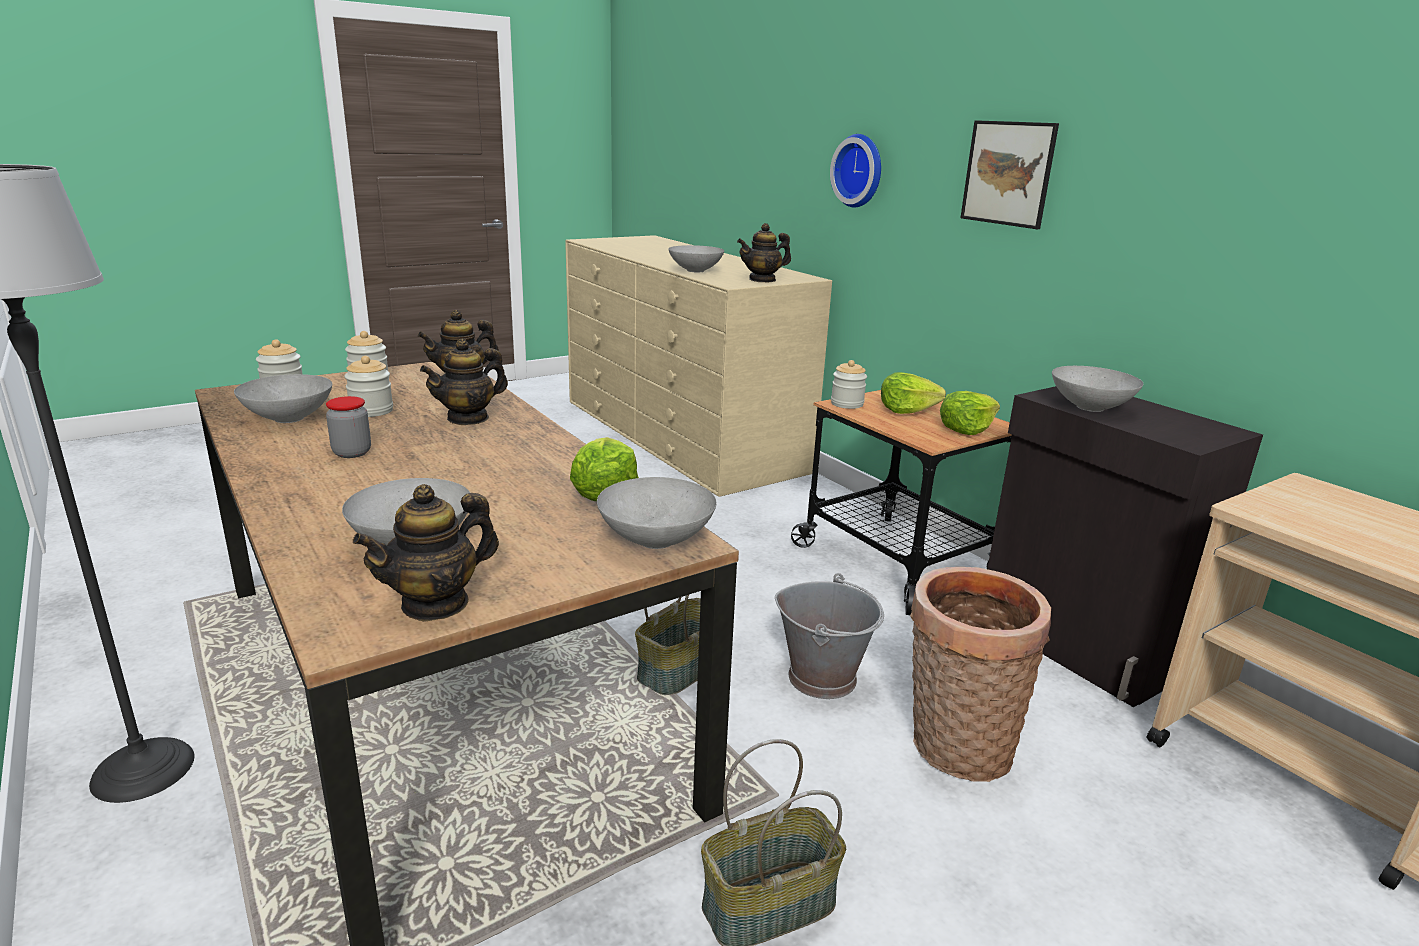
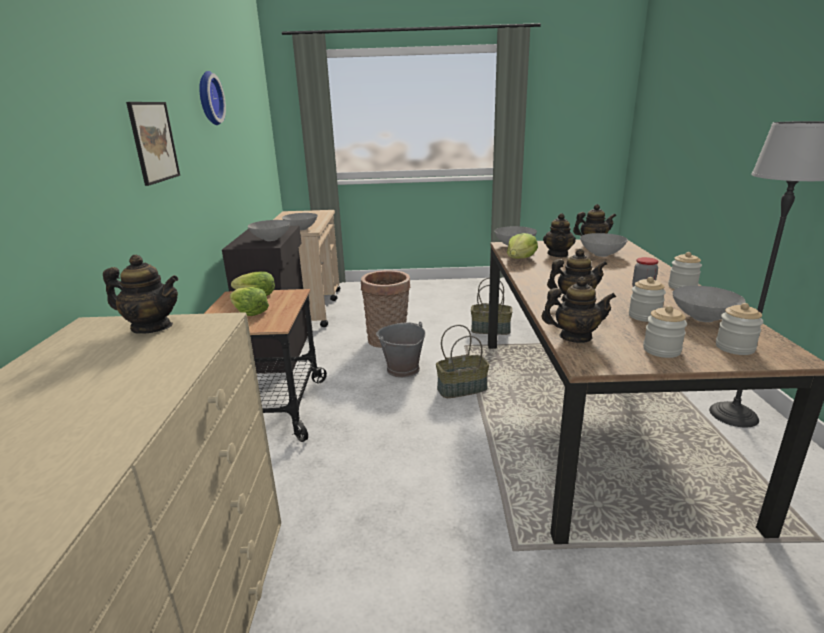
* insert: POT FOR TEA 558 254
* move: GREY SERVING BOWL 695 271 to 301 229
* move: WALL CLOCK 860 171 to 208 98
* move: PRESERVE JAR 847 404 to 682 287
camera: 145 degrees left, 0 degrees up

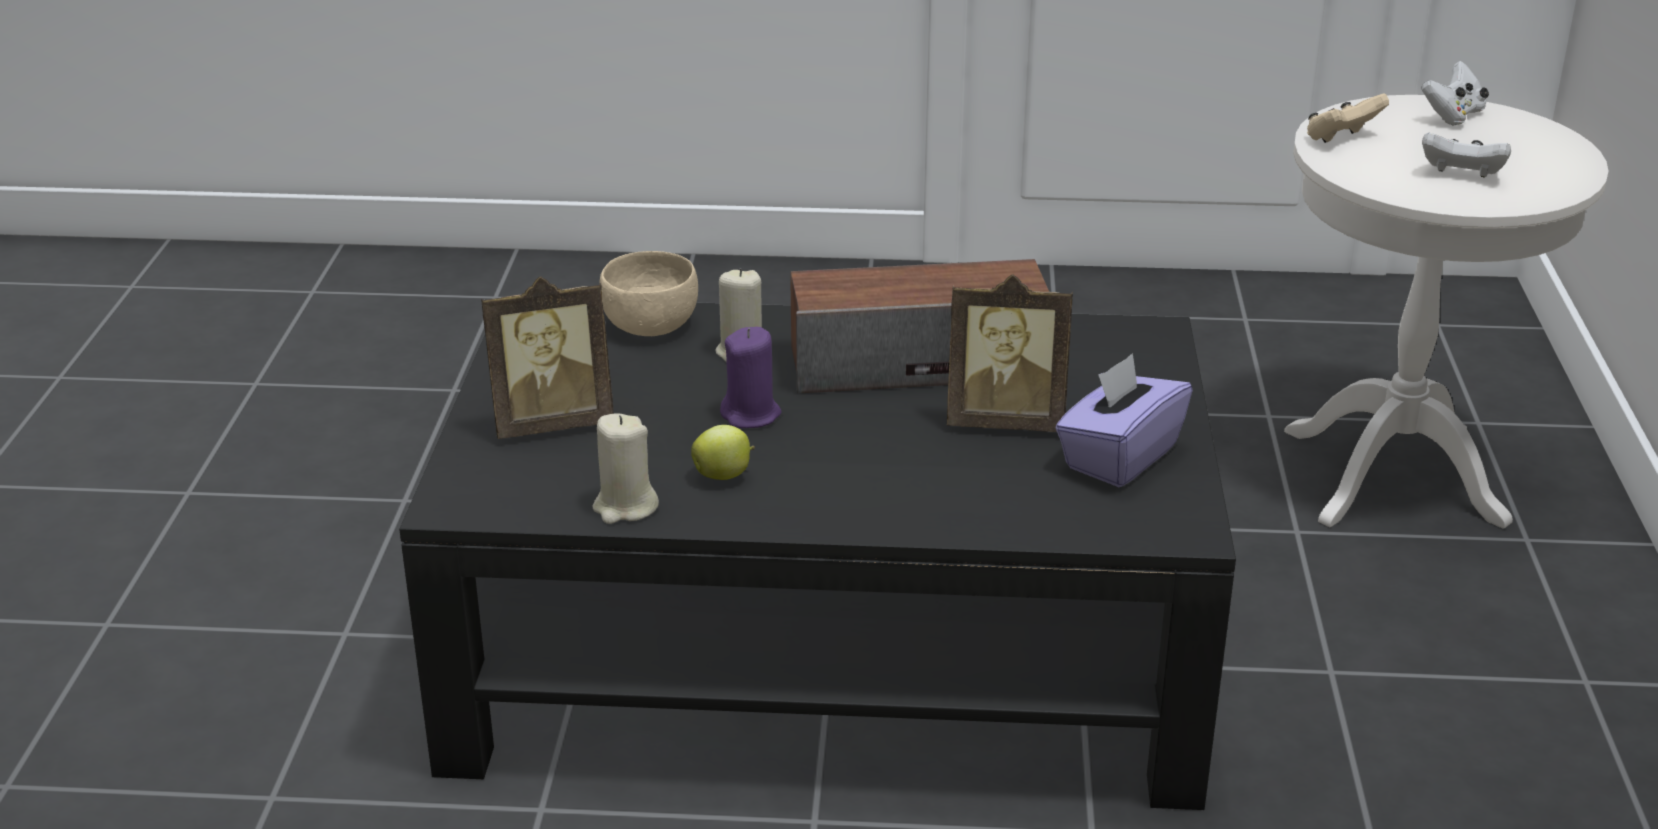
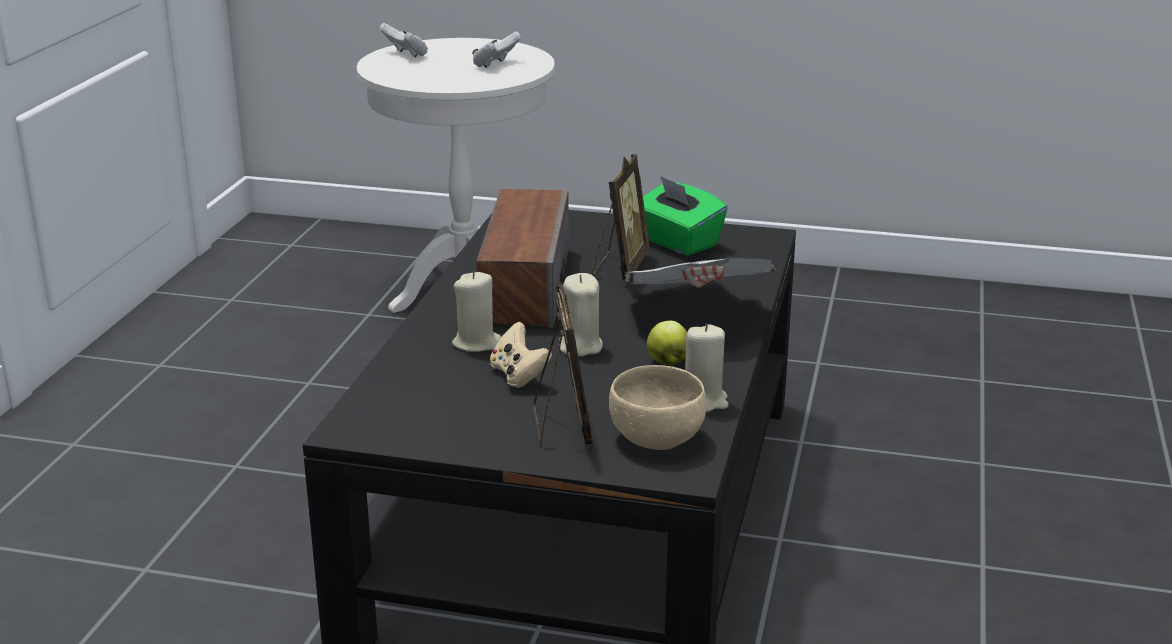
* insert: DAILY PAPER 696 311
* move: BEIGE SERVING BOWL 650 326 to 657 438
* move: BEIGE JOYPAD 1341 139 to 518 376
* recolor: PURPLISH WAX CANDLE 751 415 to BEIGE WAX CANDLE 580 346
* recolor: PURPLISH TISSUE BOX 1119 457 to GREEN-COLOURED TISSUE BOX 676 242
camera: 80 degrees left, 5 degrees down

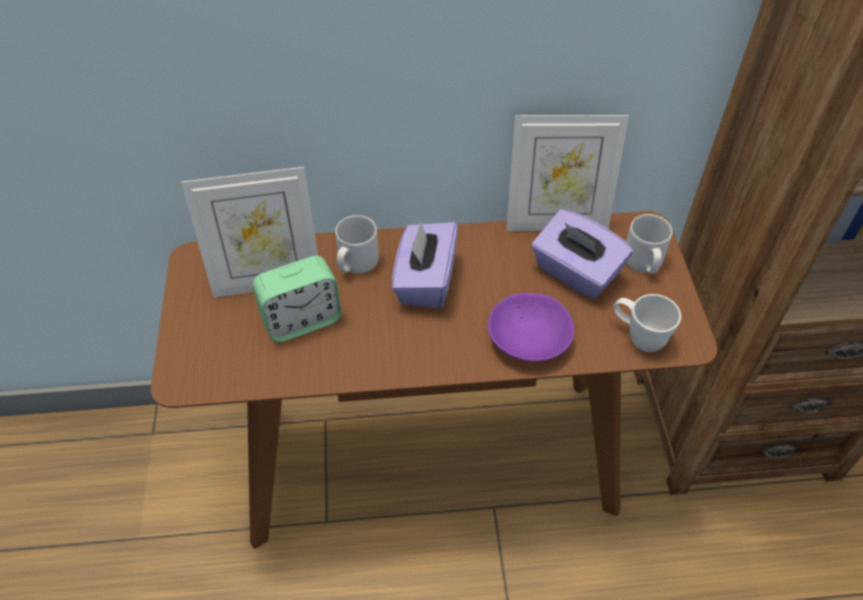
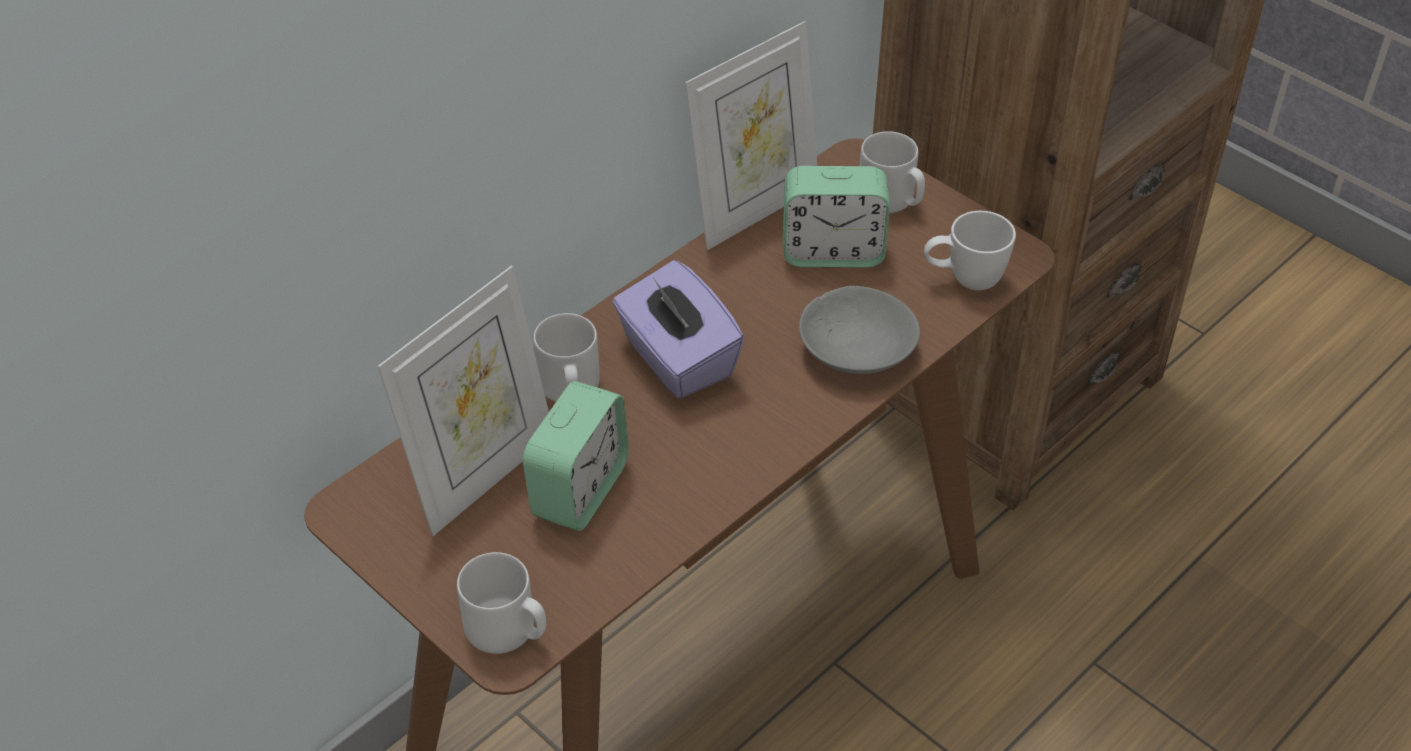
* insert: GREY TEA MUG 507 630
* replace: PURPLISH TISSUE BOX 575 273 to BEDSIDE CLOCK 832 252
* recolor: PURPLISH SERVING BOWL 529 337 to GREY SERVING BOWL 857 347
camera: 40 degrees left, 5 degrees down

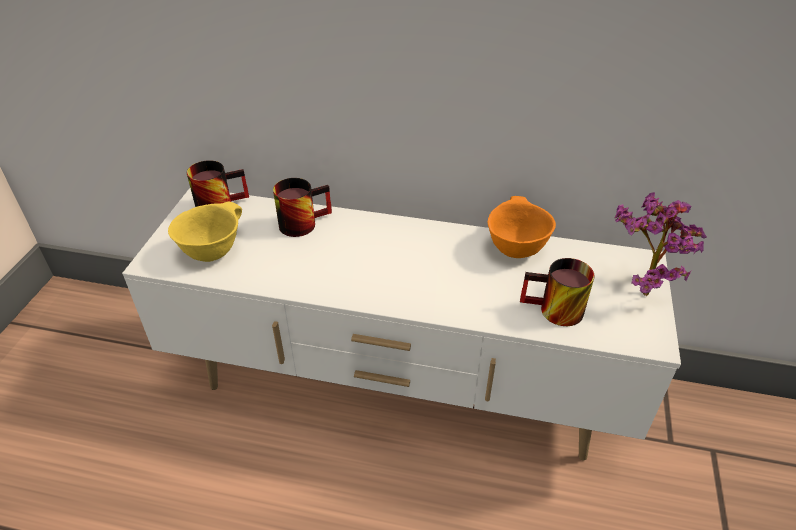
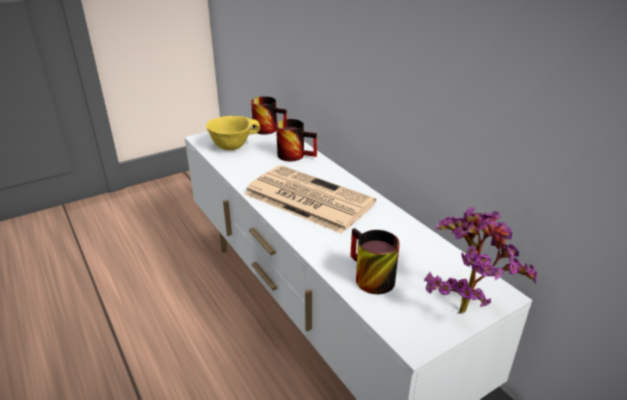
* delete: ORANGEY SERVING BOWL 515 248
* insert: DAILY PAPER 306 198
camera: 45 degrees right, 10 degrees down

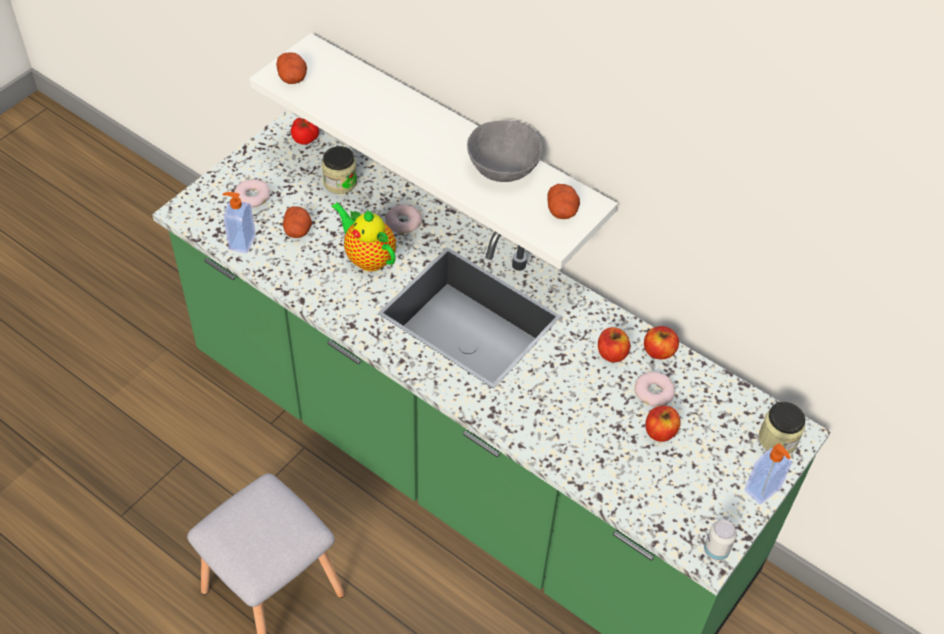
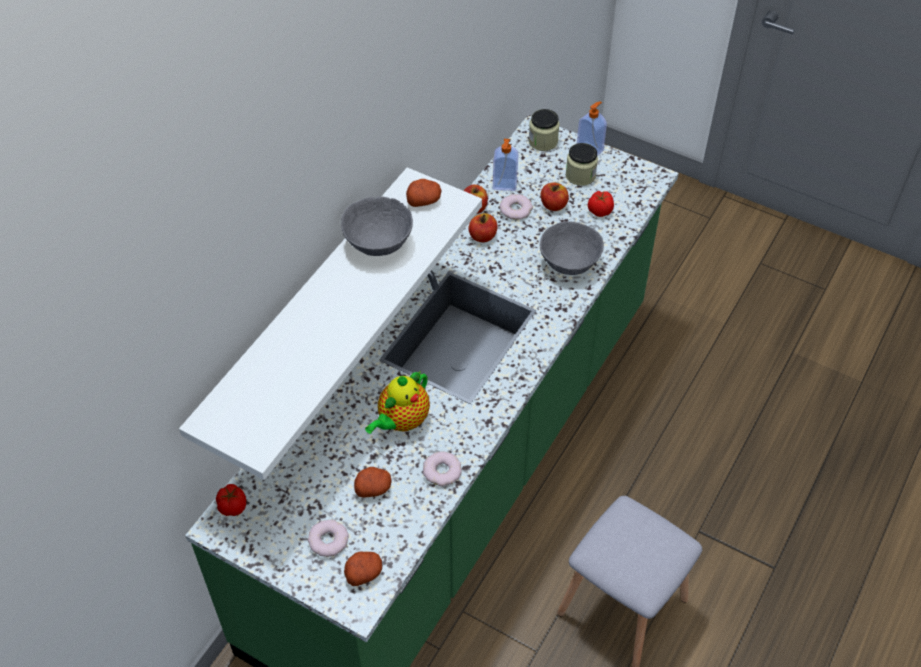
* delete: METAL CAN 716 550
* insert: GREY SERVING BOWL 569 263
* insert: TOMATO 599 211
* move: SOAP BOTTLE 241 242 to 504 185
* move: WHOLE POTATO 293 78 to 363 572
* move: PRESERVE JAR 340 182 to 580 175
* move: DOUGHNUT 403 222 to 442 471
camera: 95 degrees left, 0 degrees up

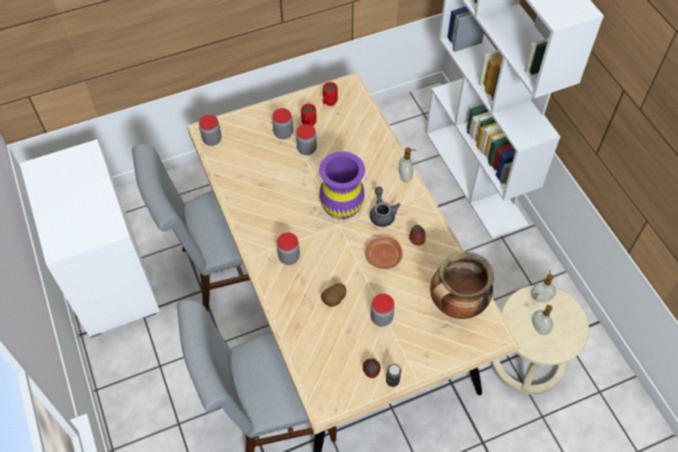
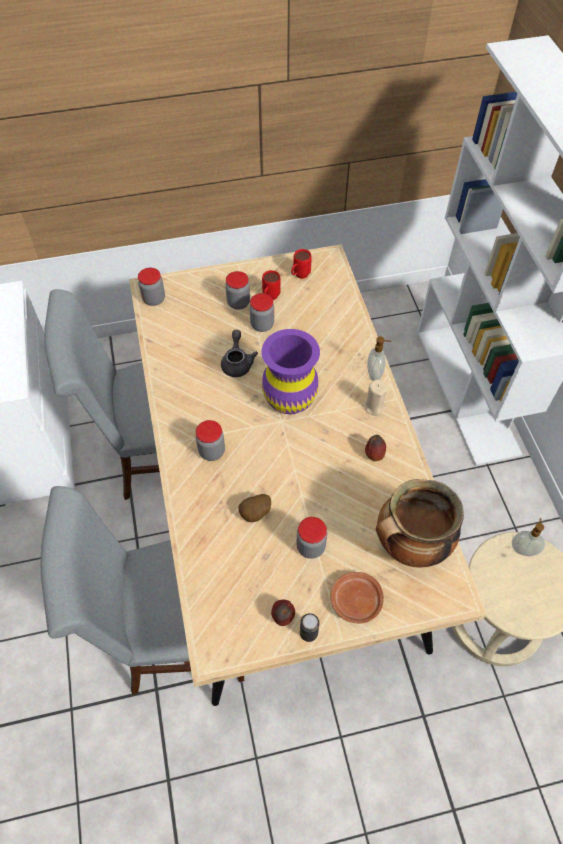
* delete: SOAP BOTTLE 538 328
* insert: BEIGE WAX CANDLE 373 406
* move: BROWN DINNER PLATE 383 257 to 355 601
* move: GREY POT FOR TEA 382 213 to 237 362
camera: 10 degrees right, 0 degrees up

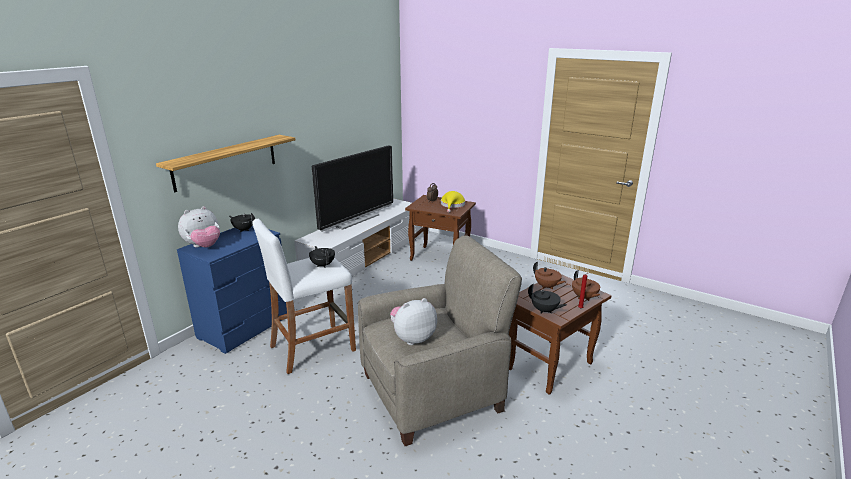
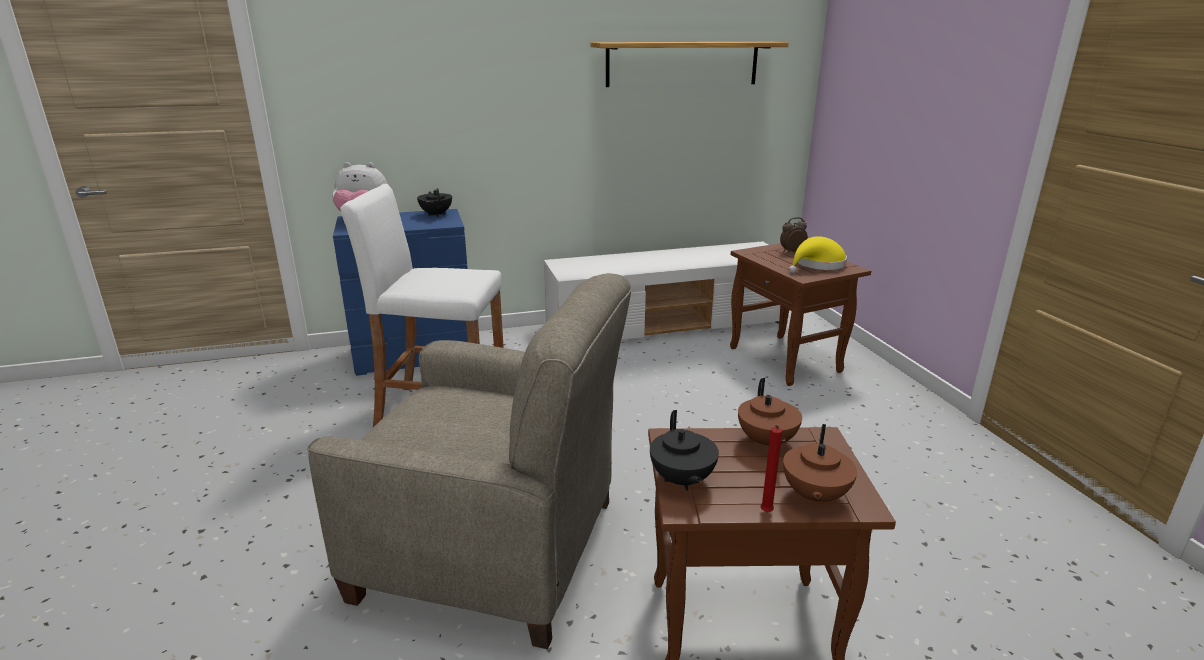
* delete: BLACK POT FOR TEA 323 265
* delete: TV SET 356 220
* delete: CUDDLY TOY 412 338
* move: WALL SHELF 226 162 to 683 64
camera: 40 degrees right, 0 degrees up

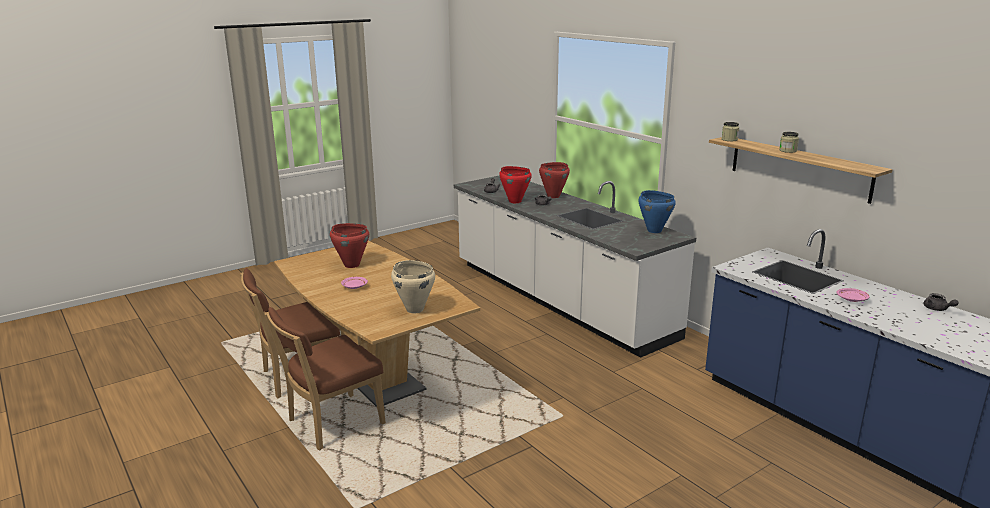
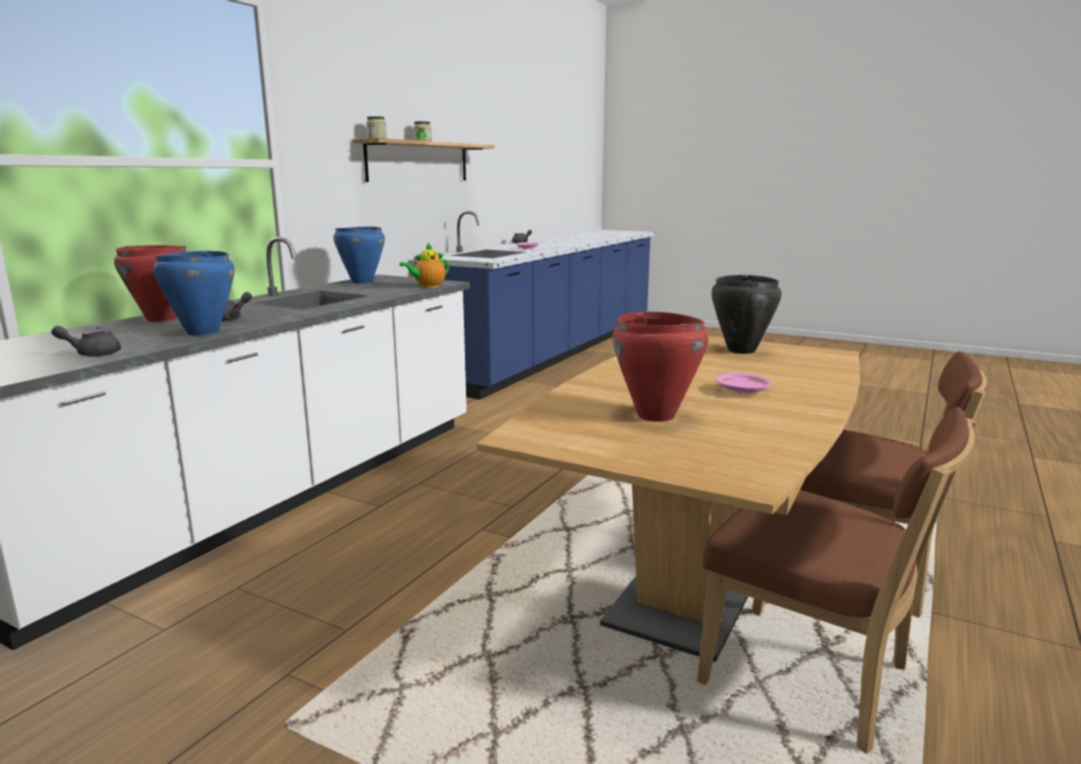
* insert: POT FOR TEA 428 286
* recolor: BEIGE SAUCEPOT 415 309 to BLACK SAUCEPOT 740 350
* recolor: RED-COLOURED SAUCEPOT 515 201 to BLUE SAUCEPOT 202 332
camera: 115 degrees left, 5 degrees down

